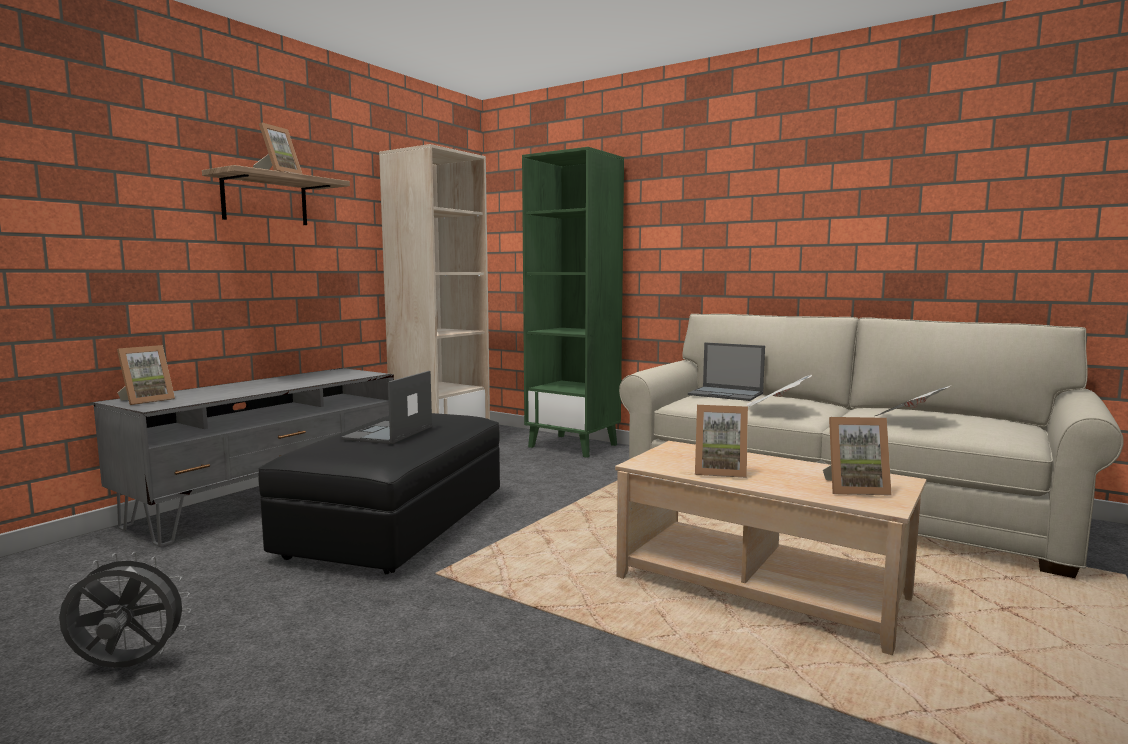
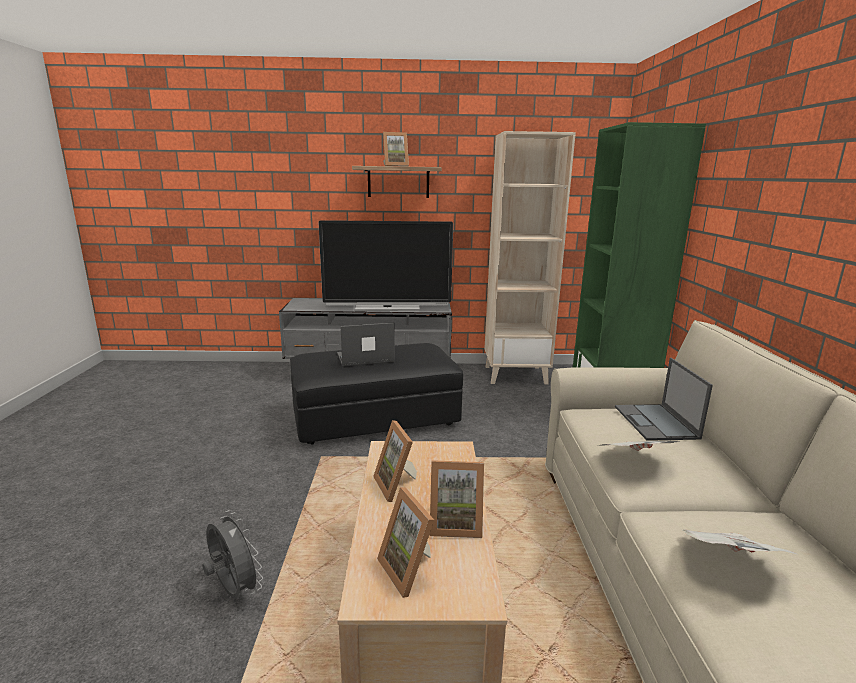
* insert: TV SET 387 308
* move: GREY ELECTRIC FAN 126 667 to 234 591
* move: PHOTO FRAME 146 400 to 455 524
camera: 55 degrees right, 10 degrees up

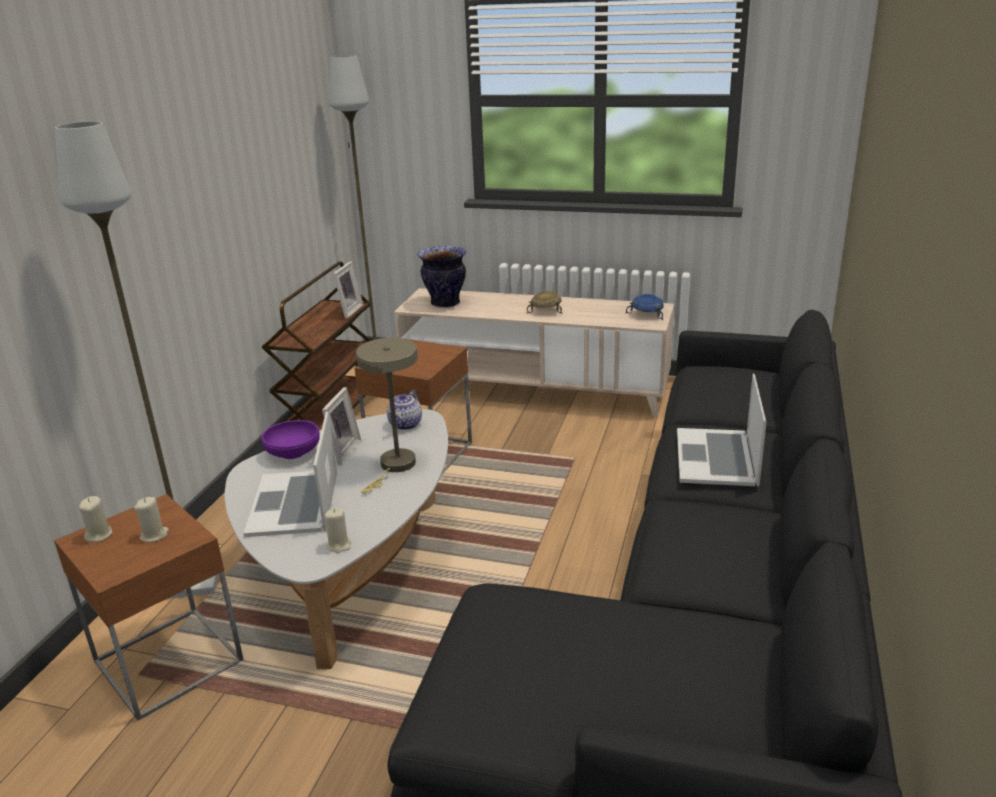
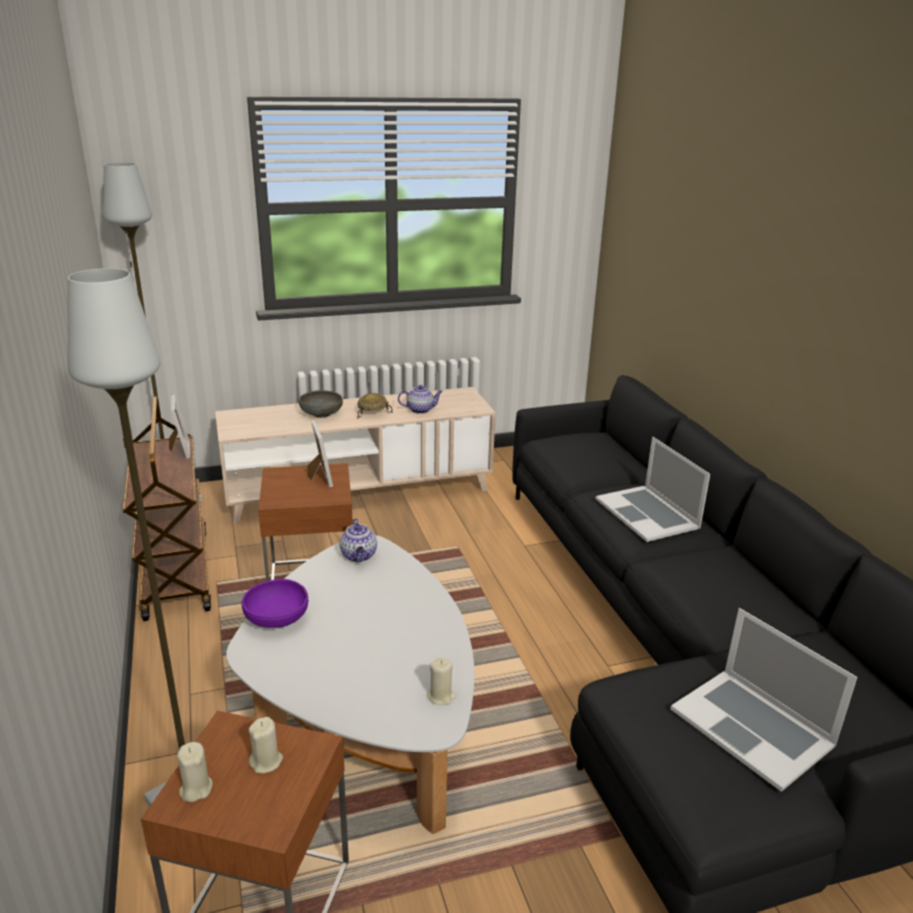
* delete: BEIGE LAMP FOR A TABLE 395 466
* delete: DECORATIVE VASE 446 303
* delete: BLUE SERVING BOWL 646 314
* insert: GREY SERVING BOWL 321 414
* insert: POT FOR TEA 420 410
* move: PORTABLE COMPUTER 294 503 to 752 726
* move: PHOTO FRAME 341 452 to 318 478
camera: 35 degrees left, 0 degrees up

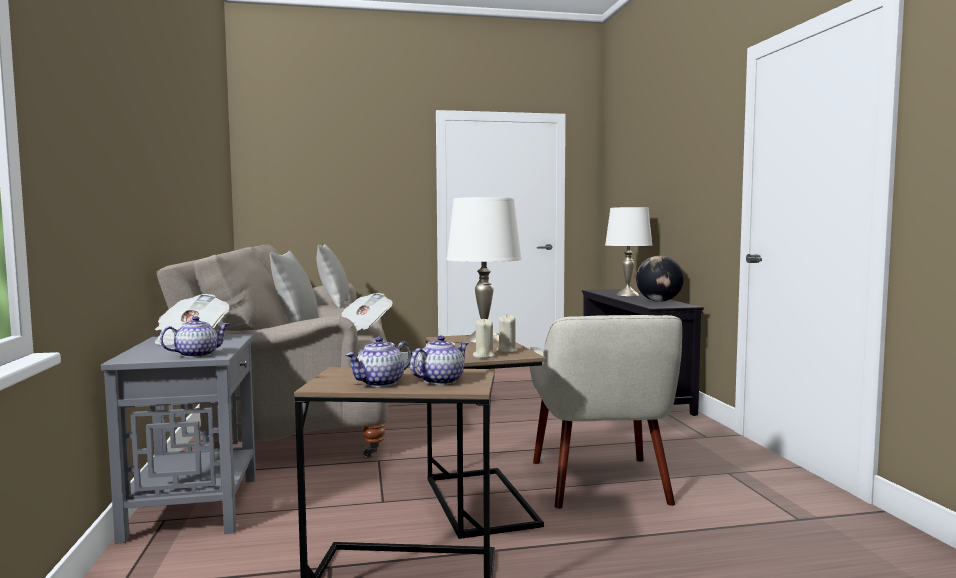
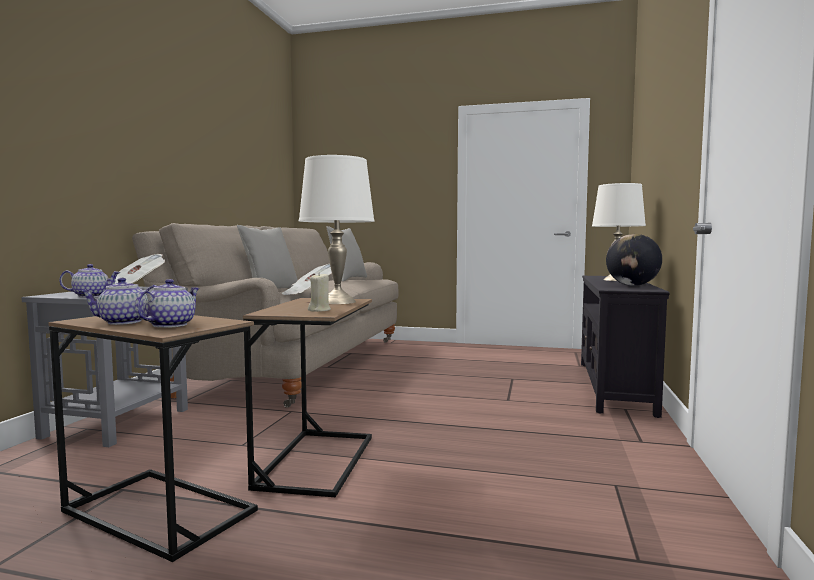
* delete: BEIGE WAX CANDLE 483 356
* delete: BEIGE LOUNGE CHAIR 600 482
* rotate: POT FOR TEA 440 381 = 170 325 45 degrees counterclockwise
camera: 25 degrees right, 0 degrees up

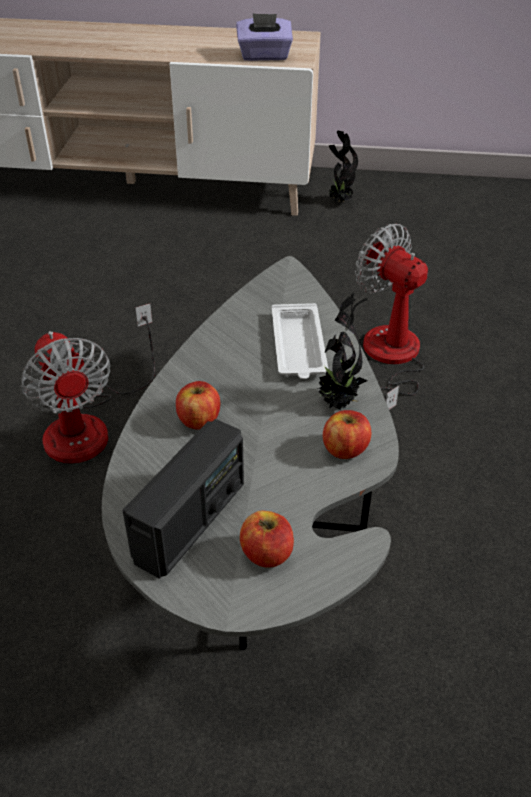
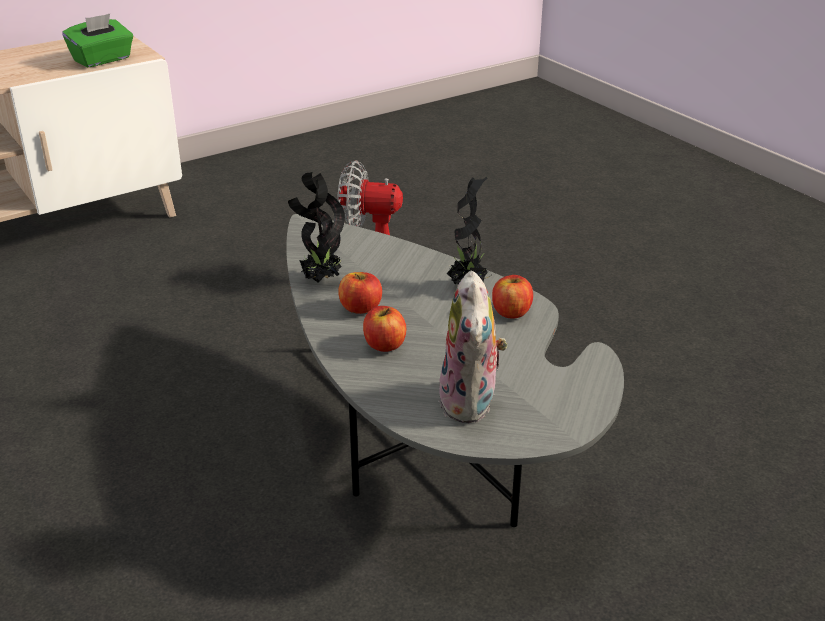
* delete: ELECTRIC FAN 90 423
* delete: WHITE CARRYING TRAY 298 347
* move: WHOLE APPLE 267 553 to 360 308
* move: HOUSEPLANT 339 201 to 320 280
* replace: RADIO RECEIVER 191 522 to CUDDLY TOY 471 403
* recolor: PURPLISH TISSUE BOX 264 56 to GREEN-COLOURED TISSUE BOX 102 60
camera: 40 degrees left, 10 degrees down

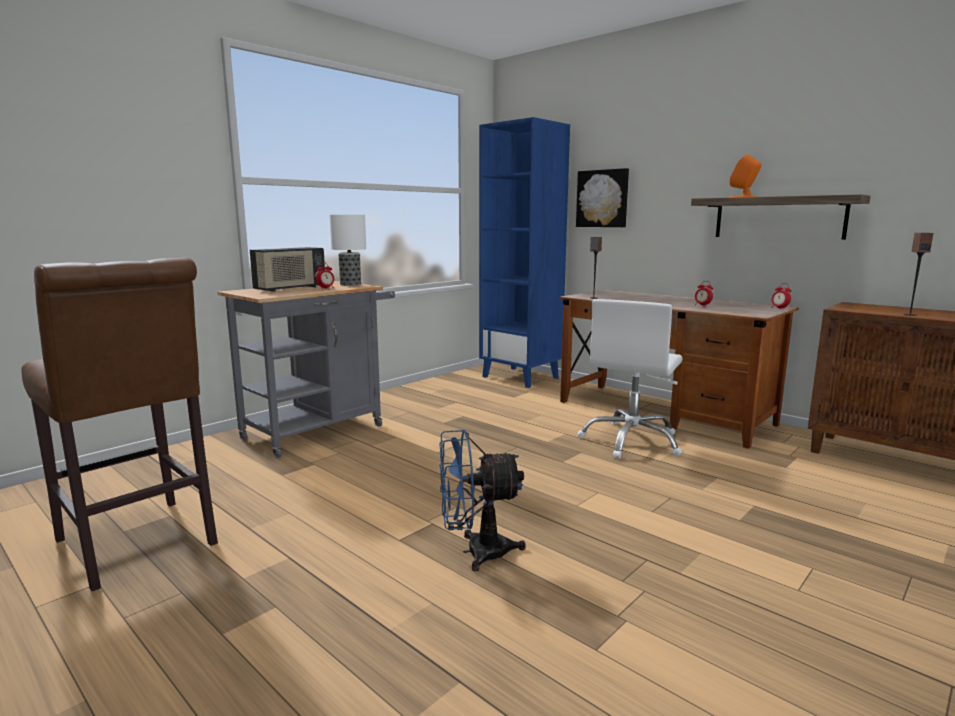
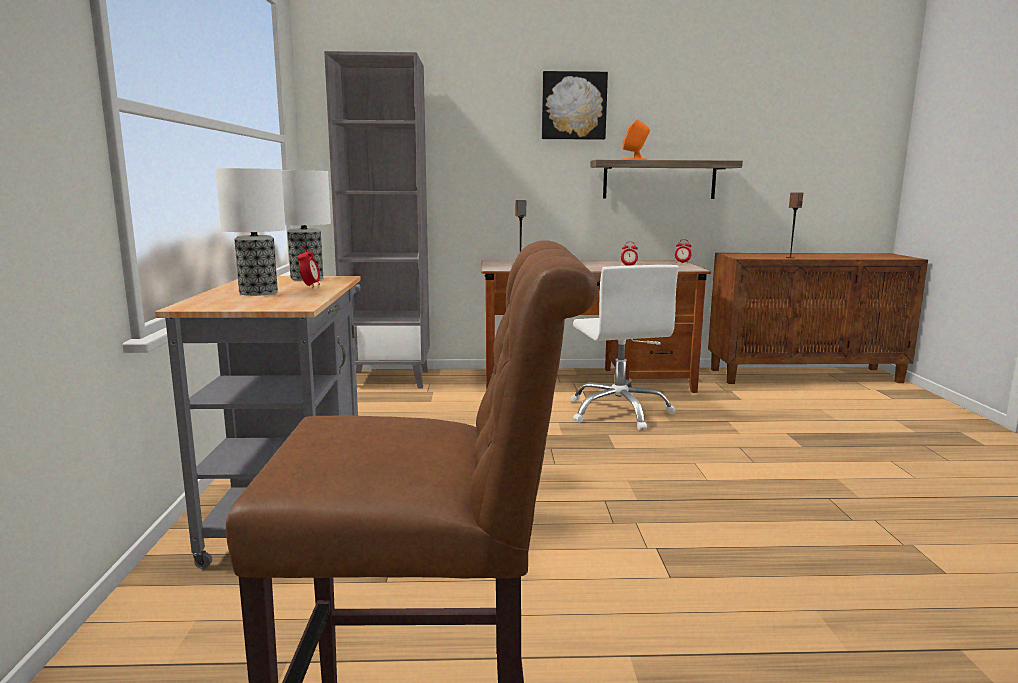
* delete: BLUE ELECTRIC FAN 476 552
* move: WALL PICTURE 603 198 to 573 106
* replace: RADIO RECEIVER 290 288 to LAMP FOR A TABLE 258 292
* recolor: BLUE BOOKCASE 521 377 to GREY BOOKCASE 389 379
camera: 45 degrees left, 0 degrees up

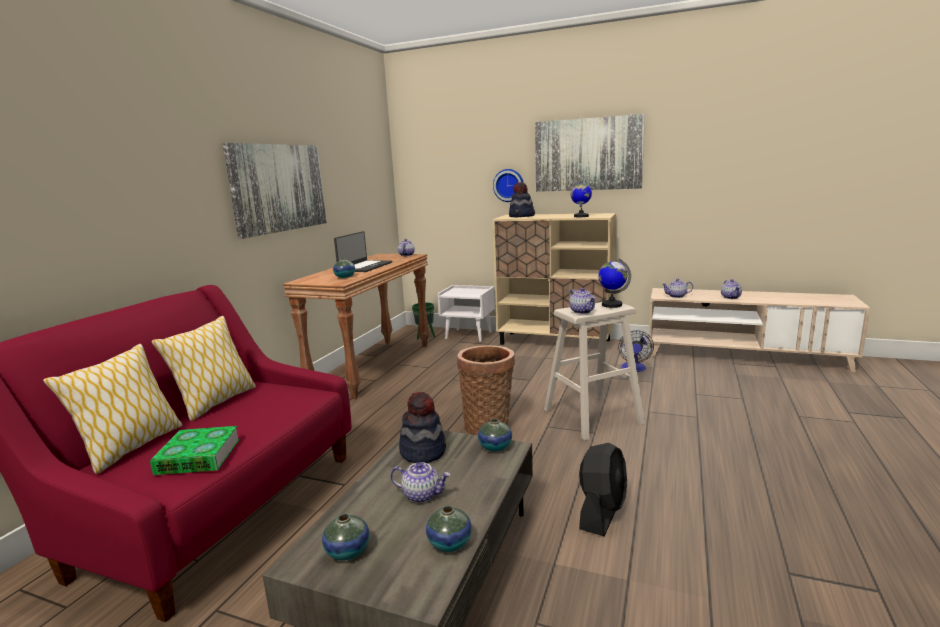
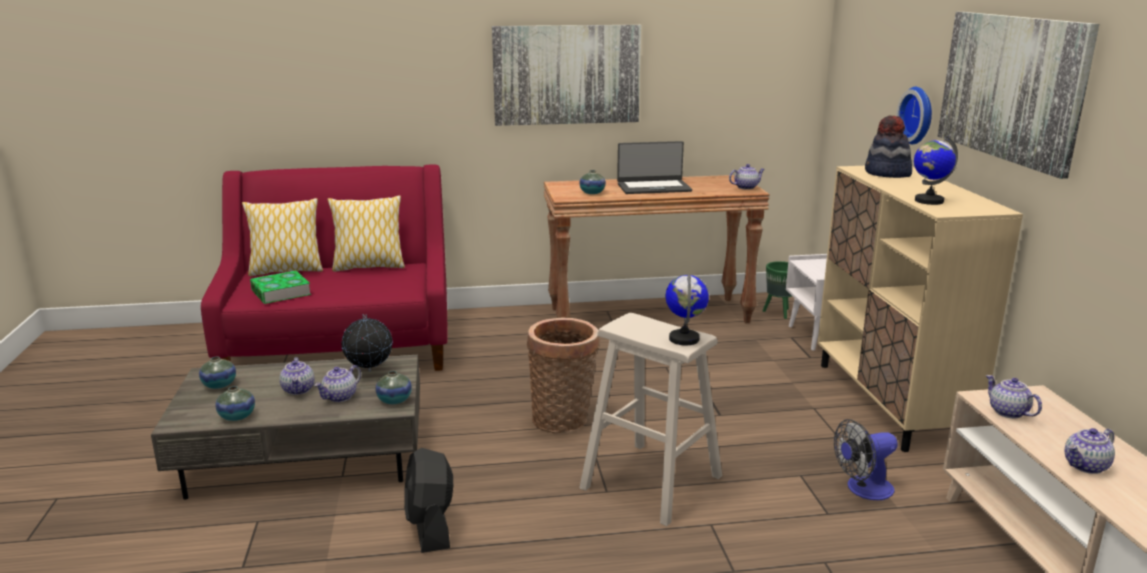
* move: POT FOR TEA 582 311 to 340 397
* replace: CLOTHING HAT 423 451 to DESK GLOBE 369 372
* rotate: BLACK ELECTRIC FAN 602 512 = 430 526 75 degrees clockwise
camera: 60 degrees right, 5 degrees up

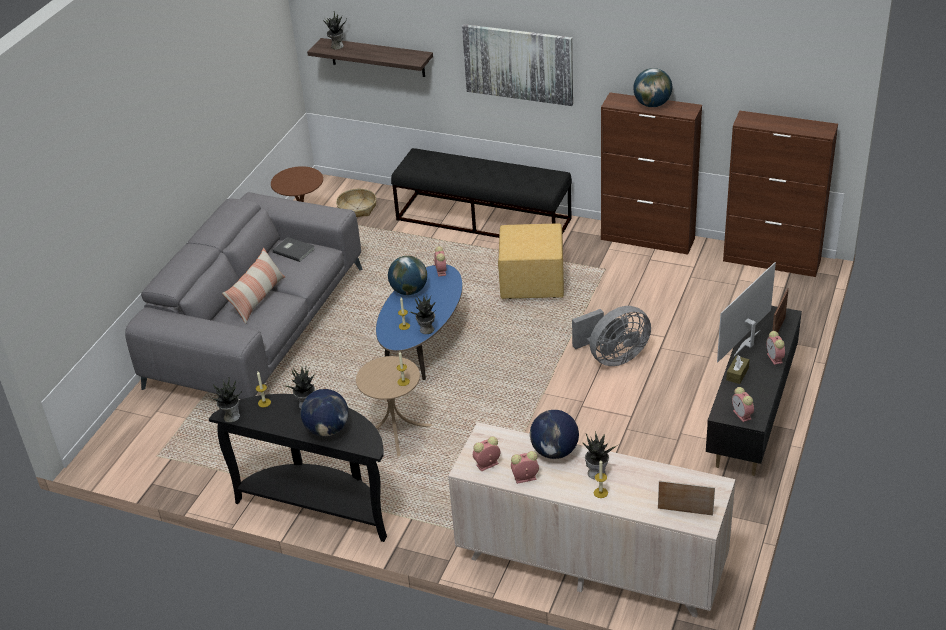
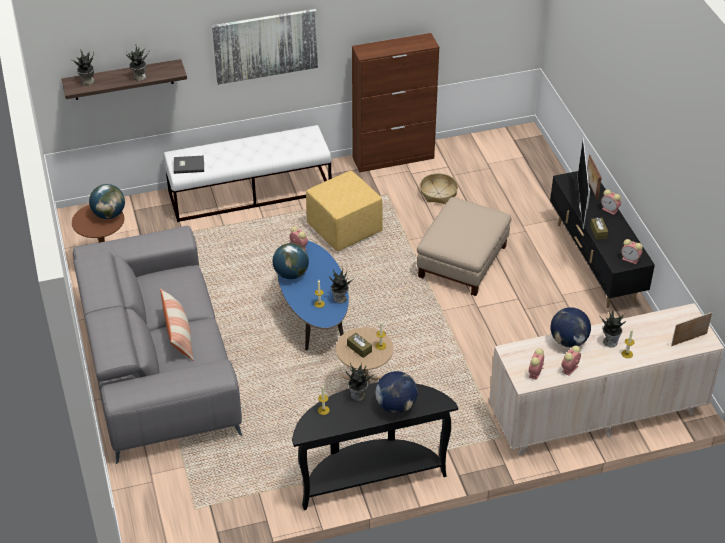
* delete: BROWN CUPBOARD 772 261
* insert: BROWN TISSUE BOX 359 348
* move: HOUSEPLANT 231 416 to 139 77
* move: GREY BOOK 294 250 to 188 165
* move: BASKET 357 208 to 438 193
* move: DESK GLOBE 652 104 to 109 214
* replace: GREY ELECTRIC FAN 613 357 to BEIGE POUFFE 462 261
* recolor: BLACK INDOOR BENCH 484 219 to WHITE INDOOR BENCH 250 192
camera: 40 degrees left, 5 degrees up

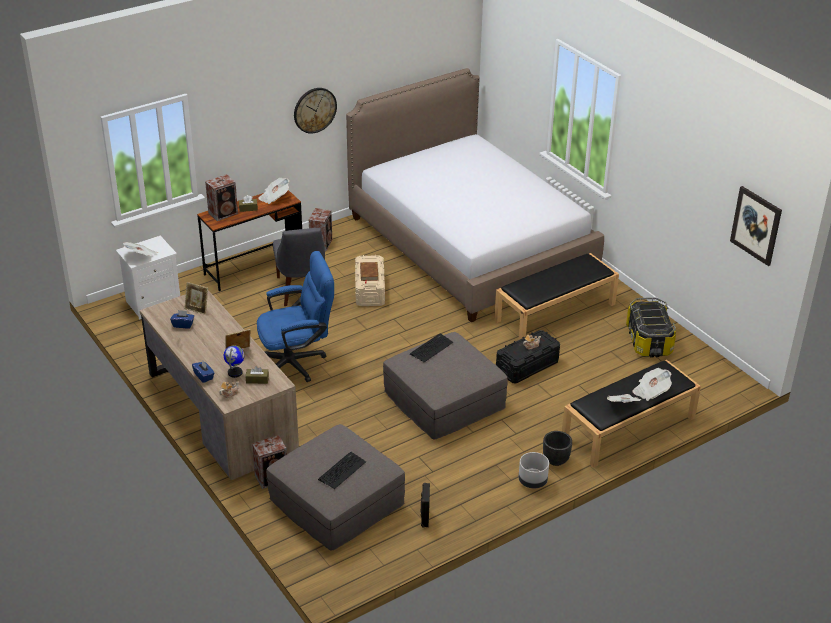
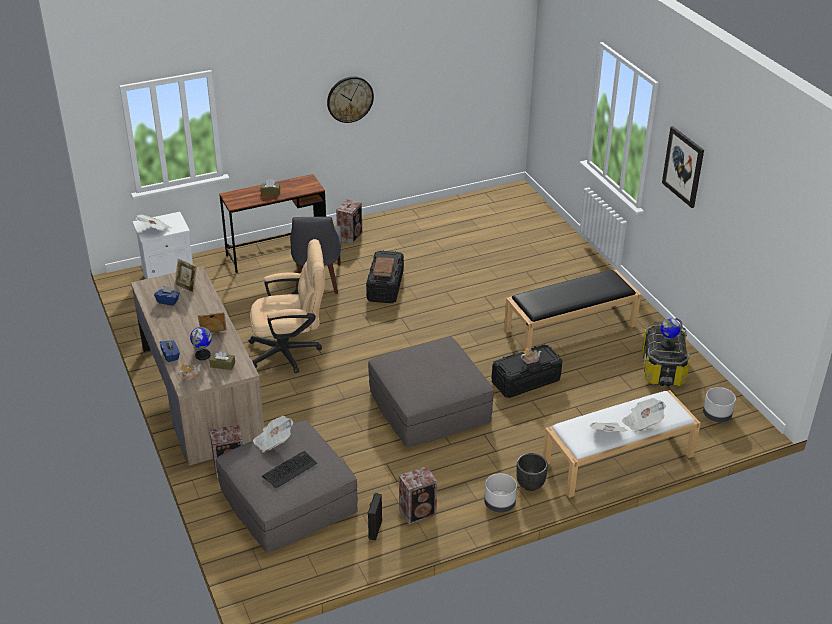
* delete: BEDROOM BED 470 244
* delete: COMPUTER KEYBOARD 431 348
* insert: DESK GLOBE 667 345
* insert: GREY FLOWER POT 716 416
* move: SPEAKER 224 213 to 418 512
* move: DAILY PAPER 274 198 to 273 442
* move: WALL PICTURE 756 225 to 683 166
* recolor: BLUE COMPUTER CHAIR 297 362 to BEIGE COMPUTER CHAIR 291 352
* recolor: BEIGE STORAGE BOX 370 290 to BLACK STORAGE BOX 385 286
* recolor: BLACK INDOOR BENCH 628 428 to WHITE INDOOR BENCH 617 459
camera: 10 degrees right, 0 degrees up

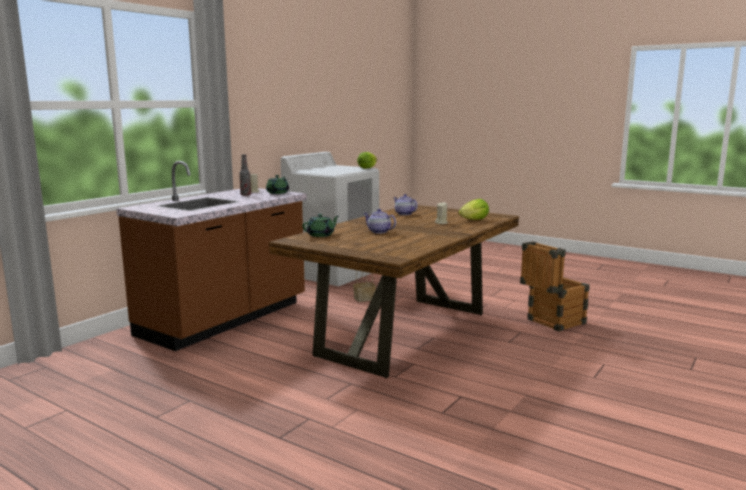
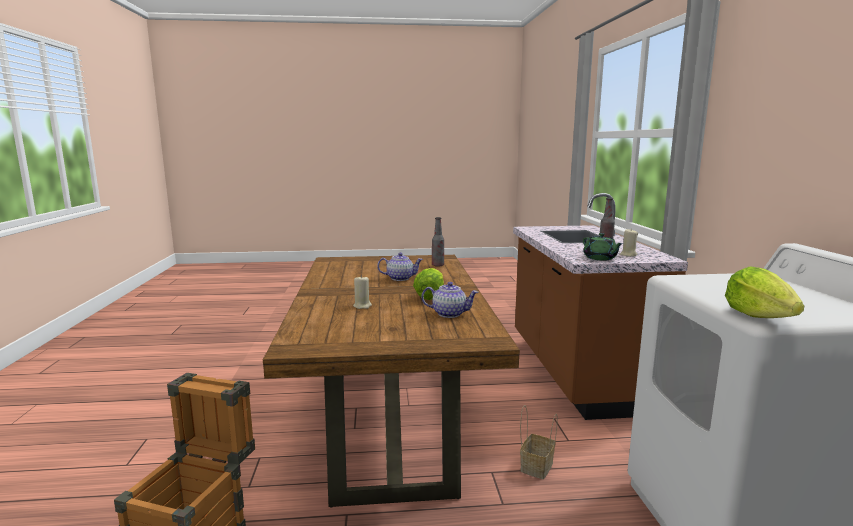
* move: LETTUCE HEAD 474 220 to 430 296
* replace: GREEN-COLOURED POT FOR TEA 321 235 to DRINK BOTTLE 438 265
camera: 140 degrees right, 0 degrees up

